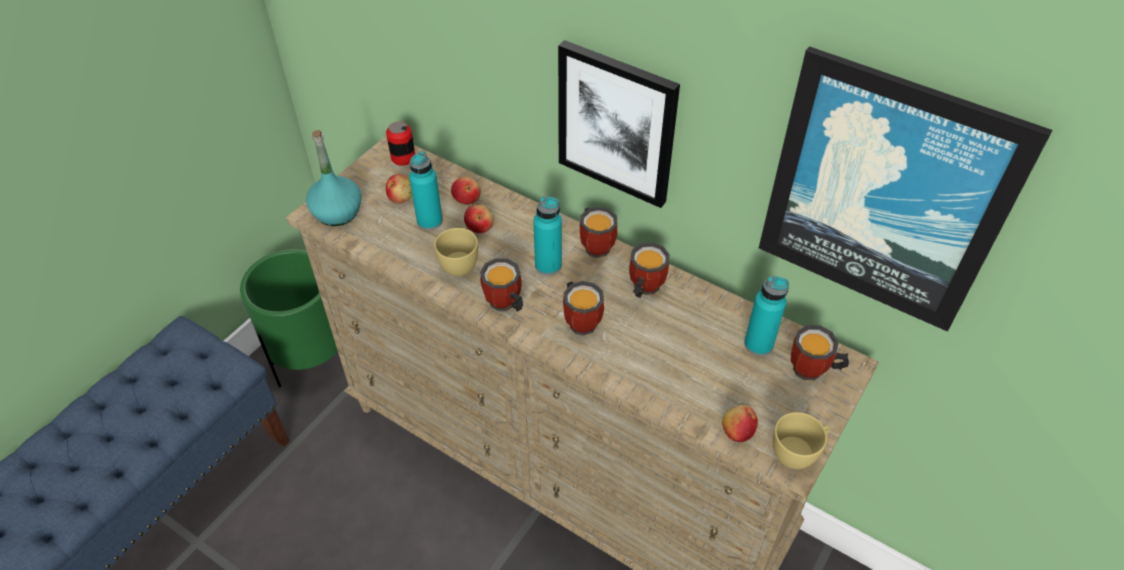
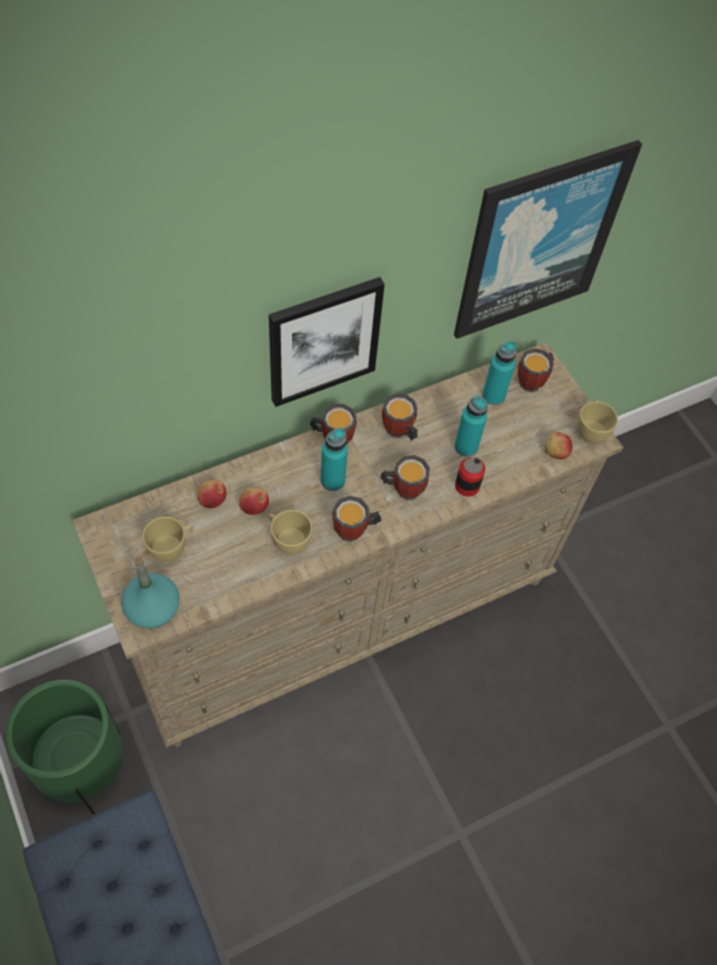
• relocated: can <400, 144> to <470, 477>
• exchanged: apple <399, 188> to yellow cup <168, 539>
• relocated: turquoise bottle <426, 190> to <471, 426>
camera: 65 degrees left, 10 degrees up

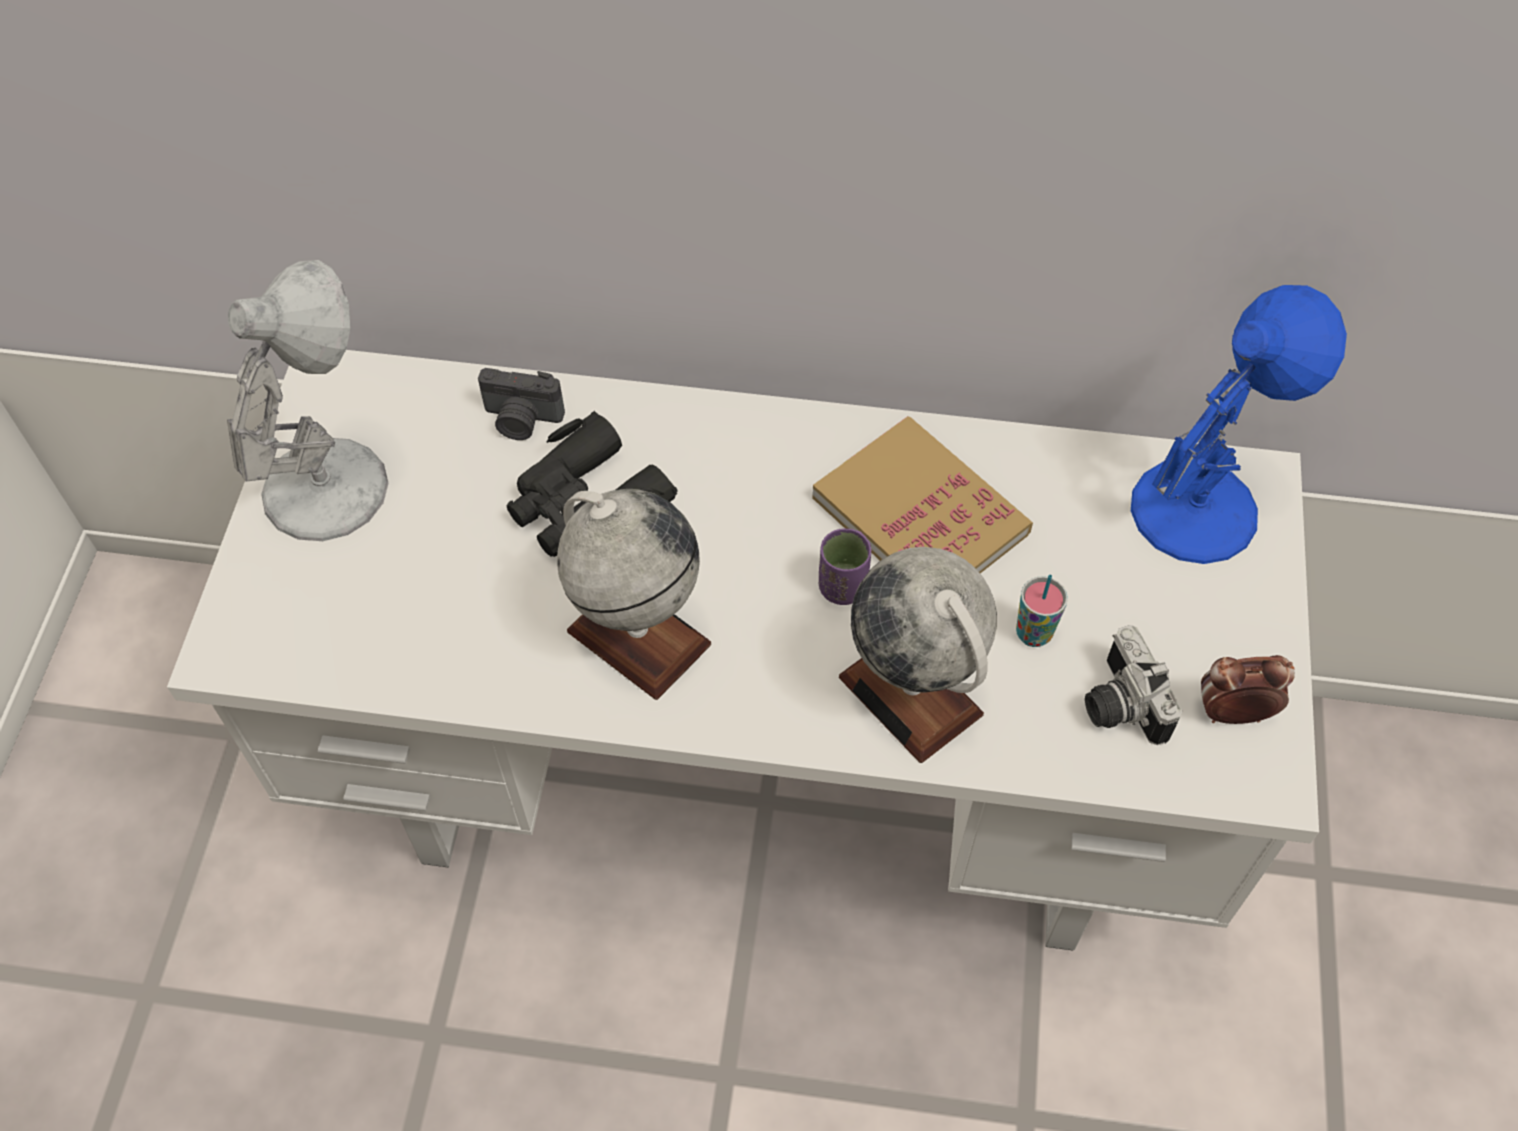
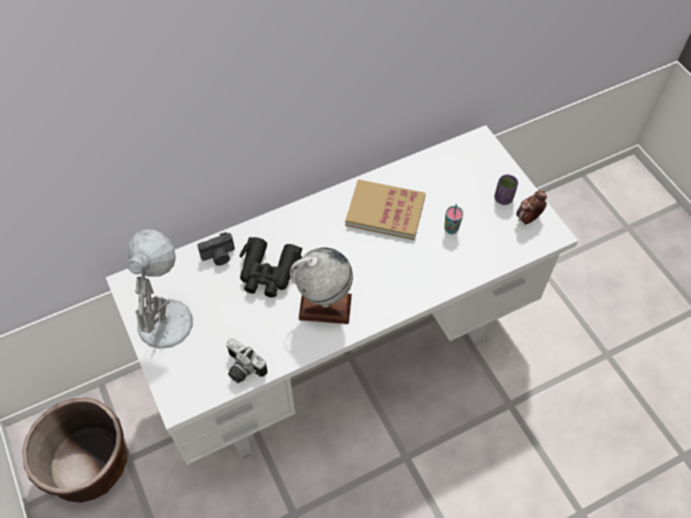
• relocated: purple cup <845, 566> to <506, 189>
• missing: globe <918, 655>
• relocated: photo camera <1133, 685> to <246, 360>
• missing: blue table lamp <1239, 424>
• appeared: brown planter <74, 450>
camera: 35 degrees left, 0 degrees up

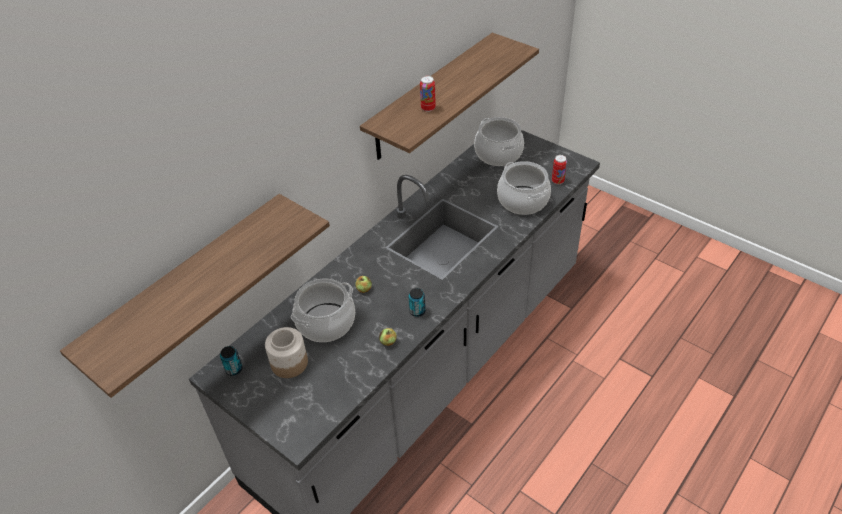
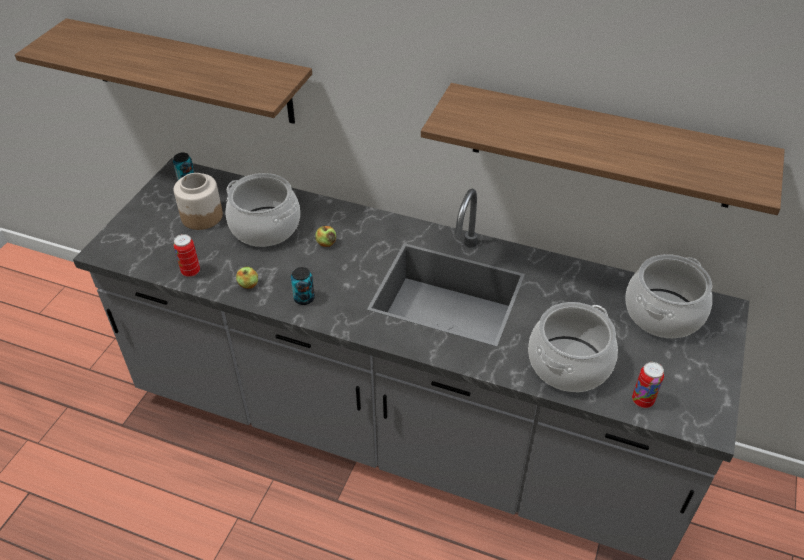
• relocated: can <428, 94> to <187, 255>
camera: 70 degrees right, 0 degrees up

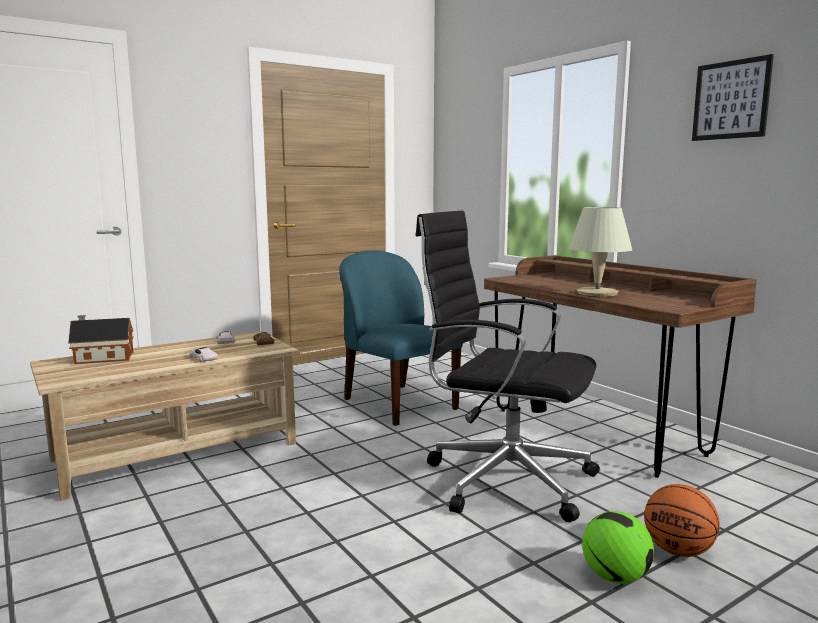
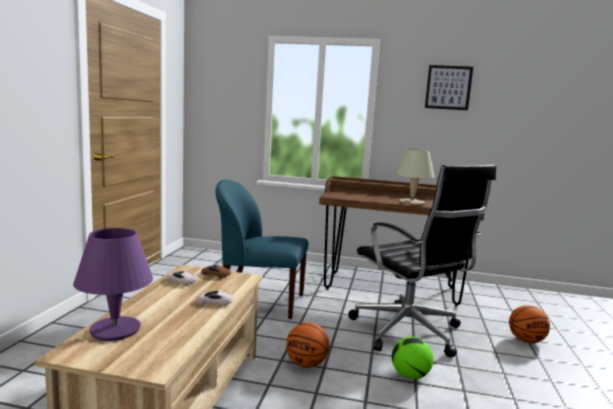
• exchanged: toy house <101, 339> to purple table lamp <113, 284>
• spun: black office chair <507, 366> = <422, 261> 105 degrees counterclockwise
• relocated: football <618, 547> to <412, 358>
• appeared: basketball <308, 345>
camera: 45 degrees left, 0 degrees up

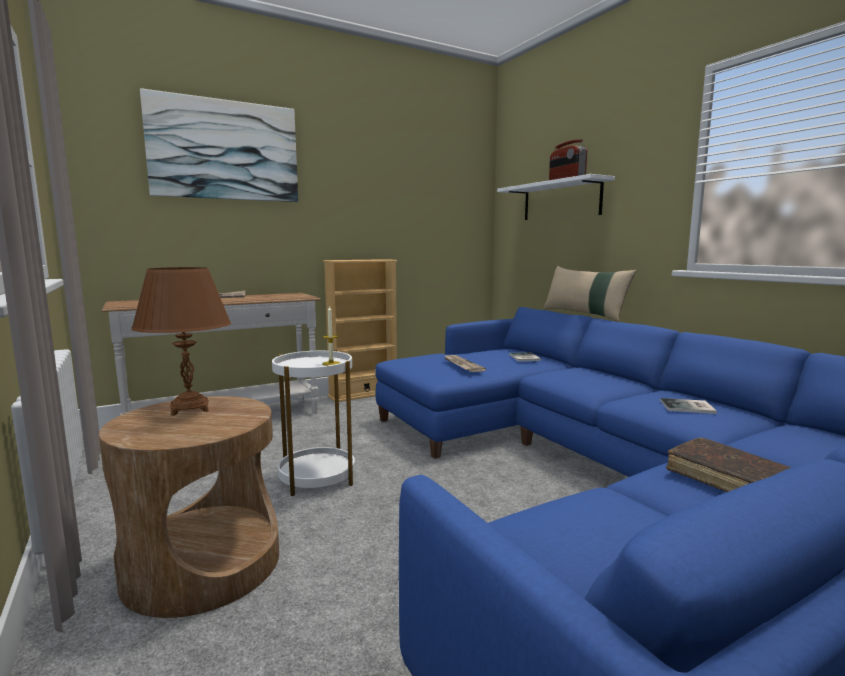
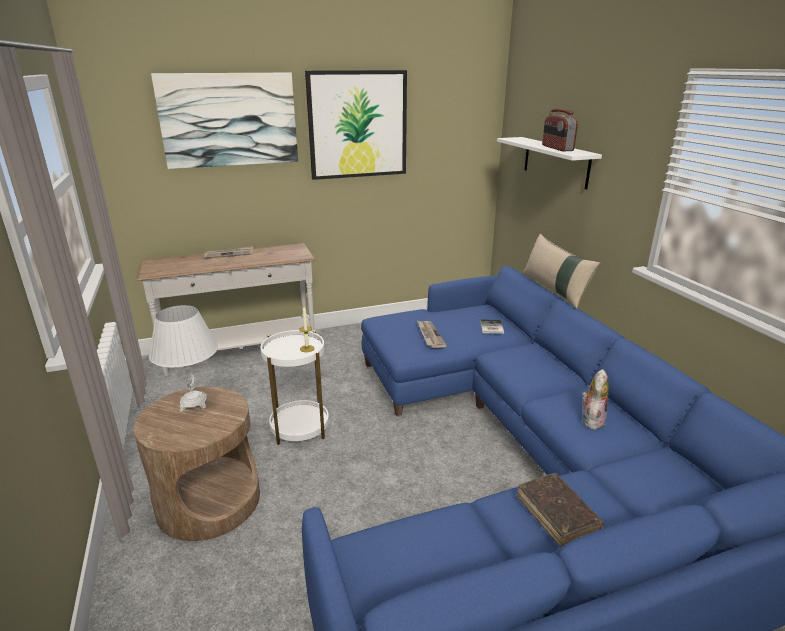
• colour: brown table lamp <181, 341> to white table lamp <183, 358>
• missing: beige bookcase <360, 330>
• exchanged: book <688, 406> to plush toy <595, 399>
• appeared: picture <356, 125>
camera: 10 degrees right, 15 degrees up

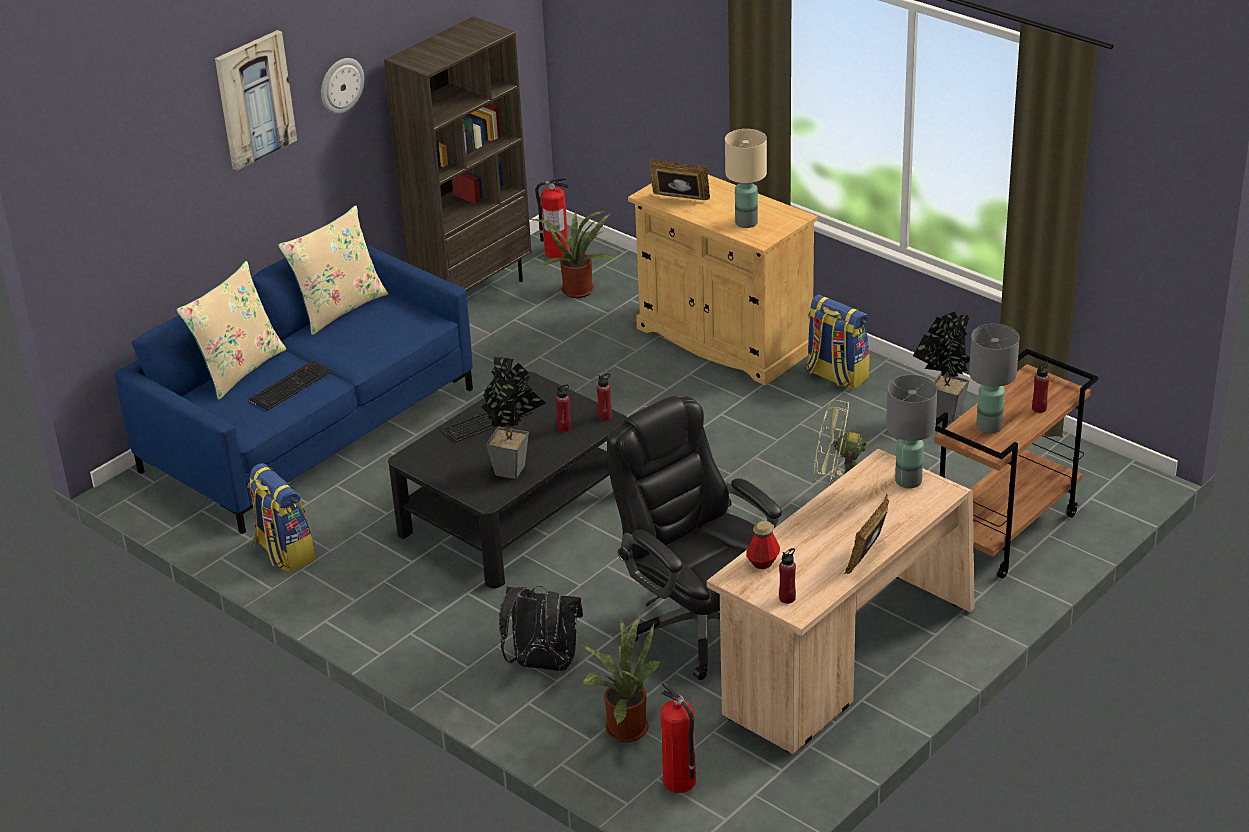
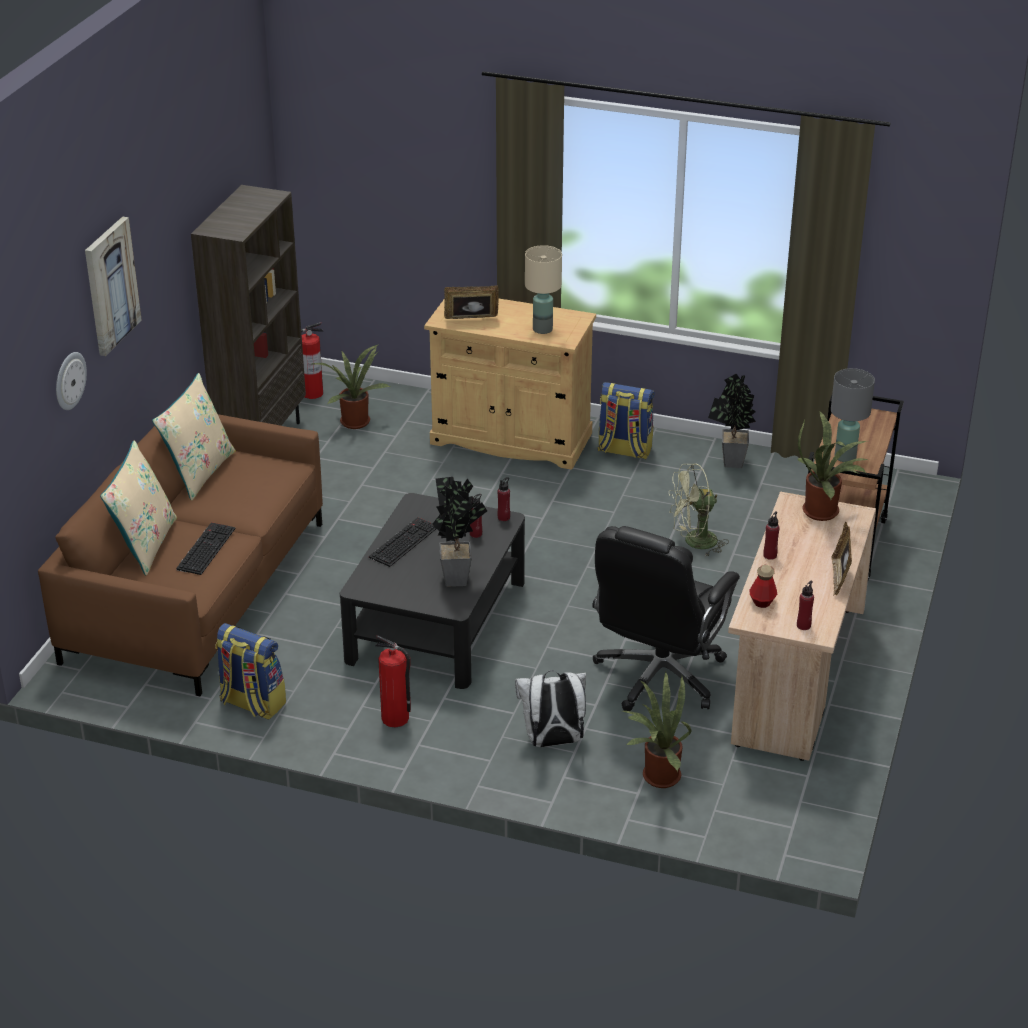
• colour: blue sofa <293, 385> to brown sofa <180, 555>
• relocated: wall clock <342, 86> to <71, 381>
• colour: black backpack <541, 628> to white backpack <550, 708>
• spun: black office chair <694, 538> = <666, 618> 90 degrees counterclockwise
• relocated: fire extinguisher <678, 737> to <393, 681>
• exchanged: grey table lamp <912, 431> to potted plant <832, 466>
• relocated: red bottle <1040, 387> to <771, 535>
camera: 25 degrees left, 0 degrees up

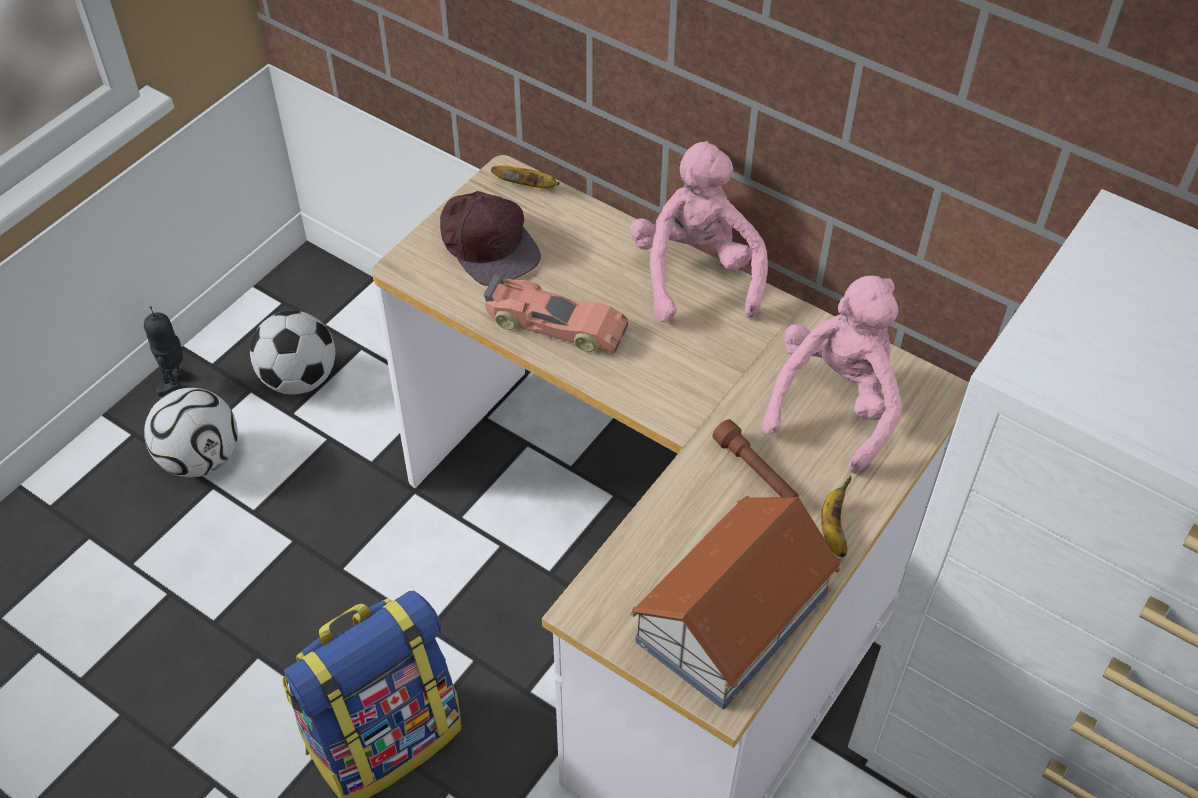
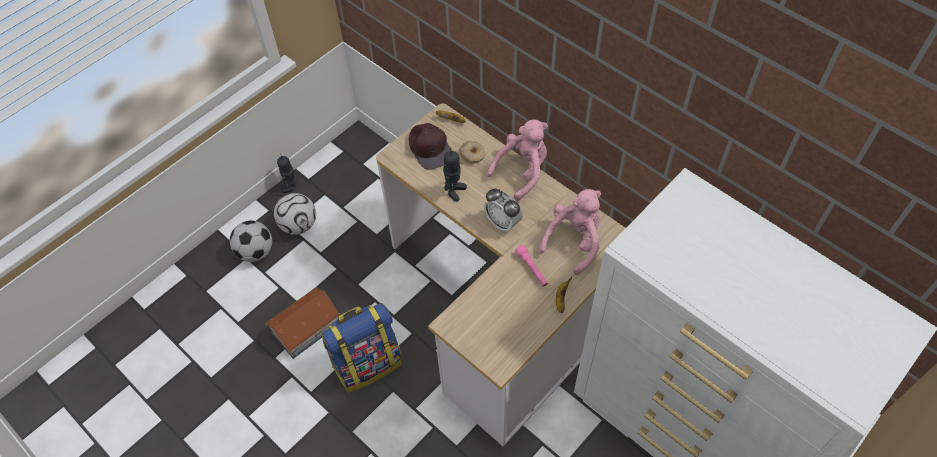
• relocated: football <292, 353> to <251, 241>
• exchanged: toy car <556, 314> to toy robot <455, 175>
• spun: pink plush toy <699, 231> = <517, 160> 45 degrees clockwise
• relocated: toy house <736, 602> to <302, 323>
• colour: brown flashlight <756, 458> to pink flashlight <531, 266>
• appeared: donut <472, 152>
• appeared: alarm clock <503, 211>
camera: 10 degrees right, 5 degrees up

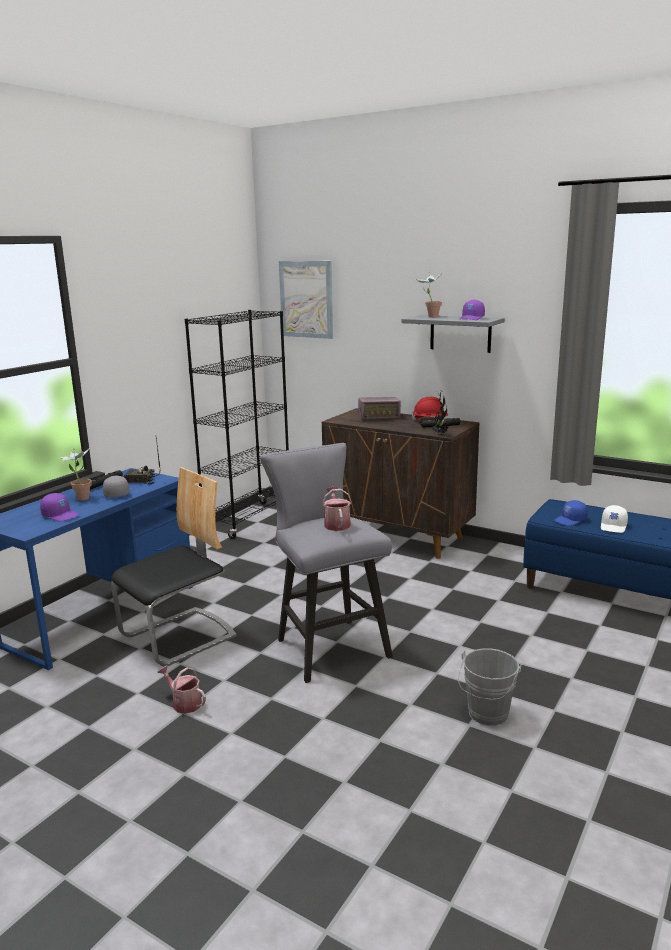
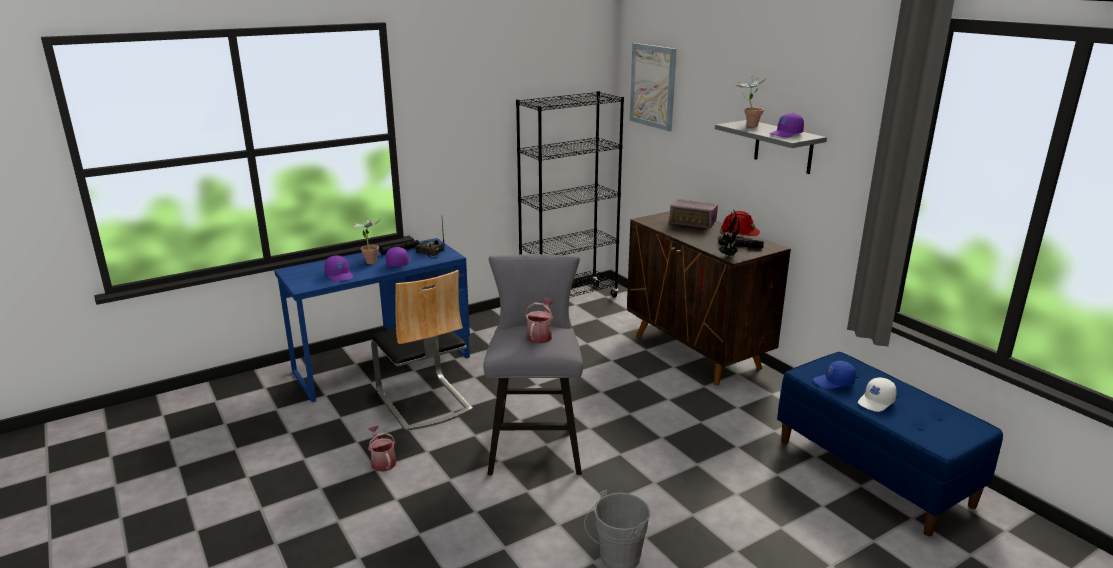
• colour: grey cap <116, 487> to purple cap <397, 257>
• spun: chair <174, 566> = <422, 350> 75 degrees clockwise
camera: 25 degrees right, 5 degrees up

